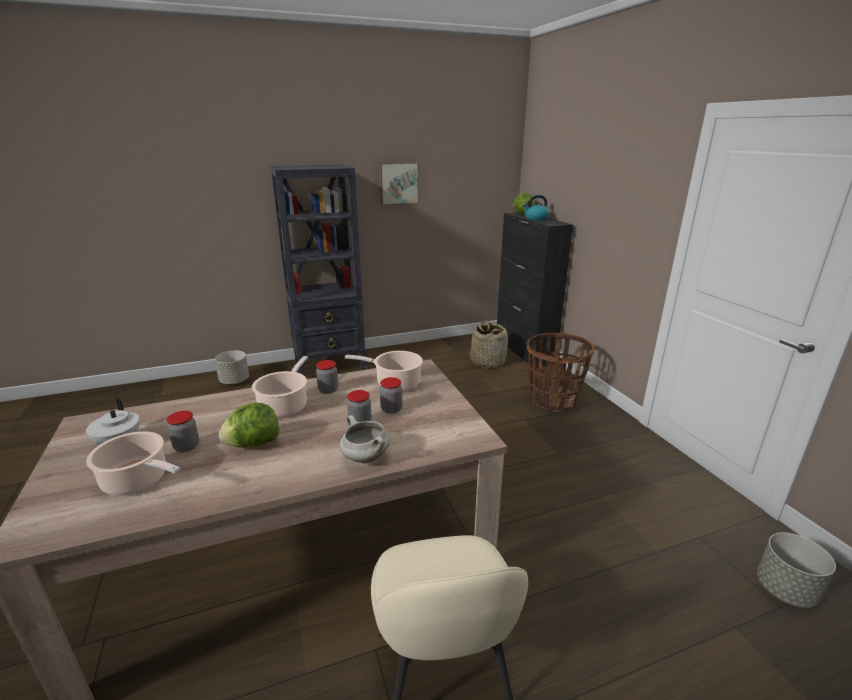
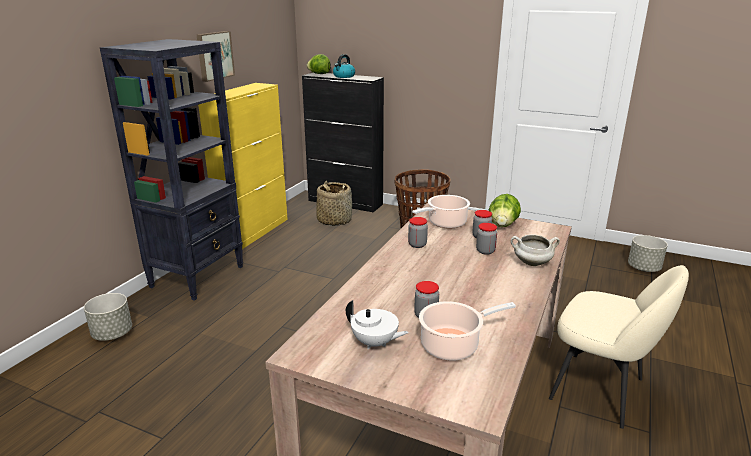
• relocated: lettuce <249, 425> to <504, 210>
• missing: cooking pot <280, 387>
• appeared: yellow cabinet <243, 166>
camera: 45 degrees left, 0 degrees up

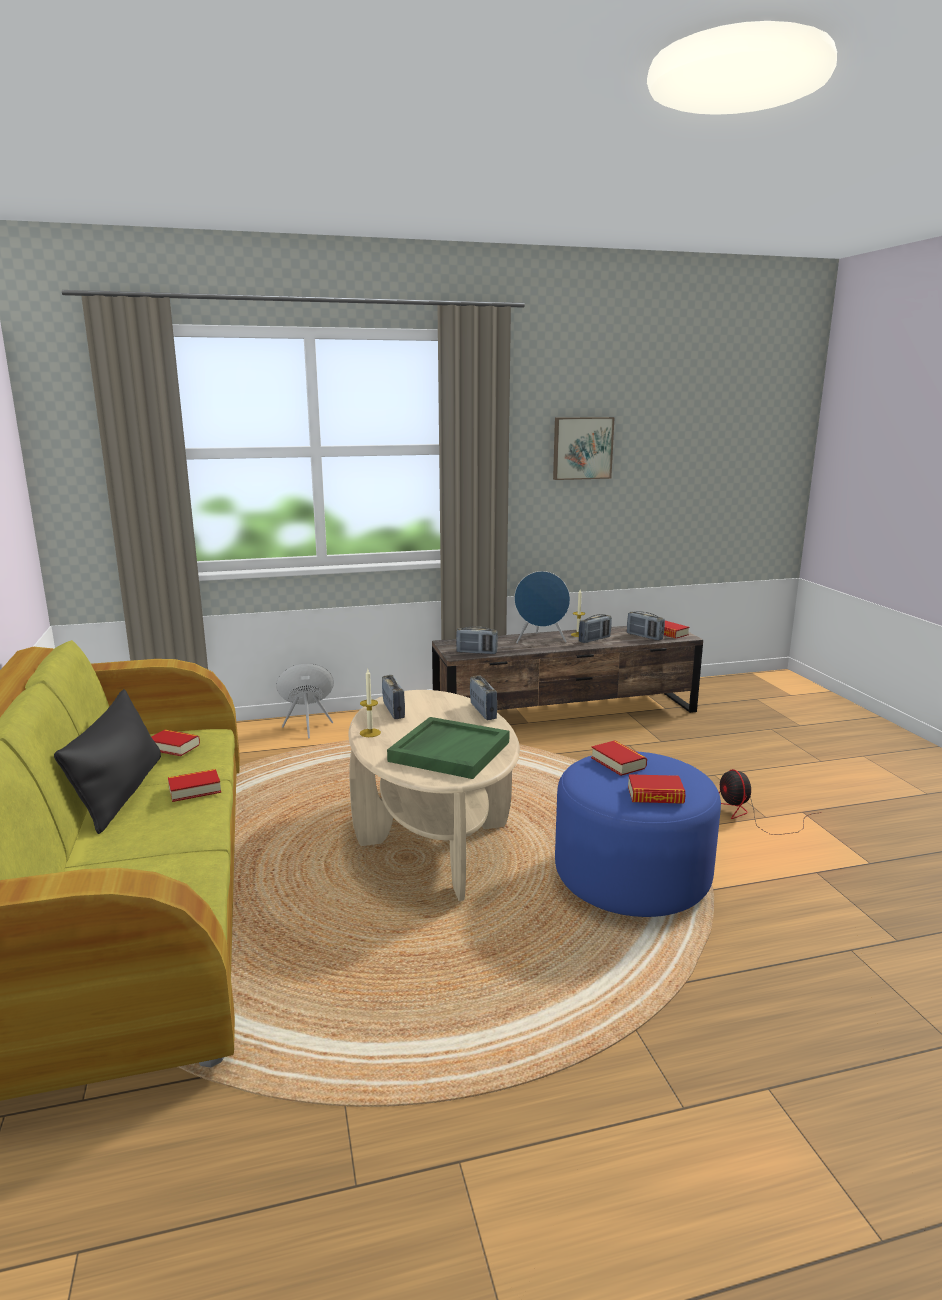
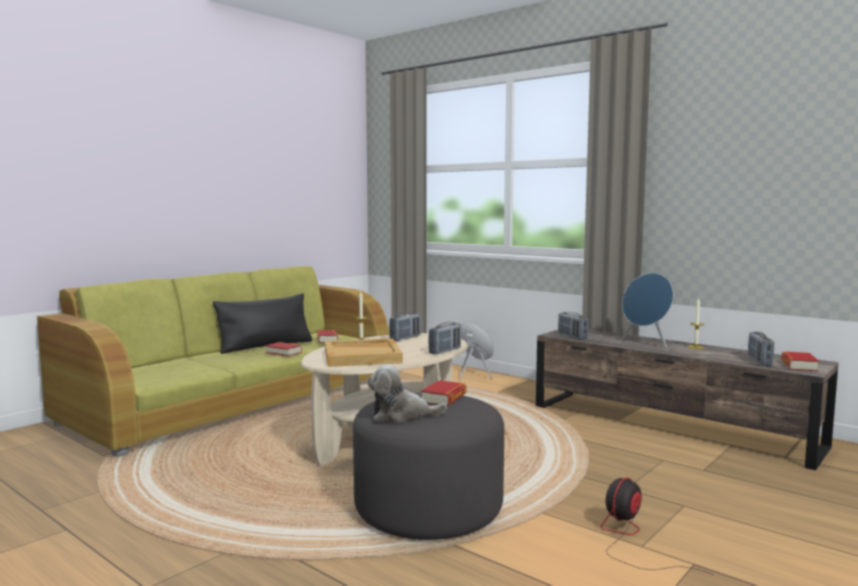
• colour: green tray <448, 748> to beige tray <364, 353>
• missing: picture <584, 448>
• colour: blue ottoman <638, 834> to grey ottoman <428, 466>
• missing: radio <595, 628>
• exchanged: book <657, 789> to plush toy <407, 394>
camera: 55 degrees right, 10 degrees down

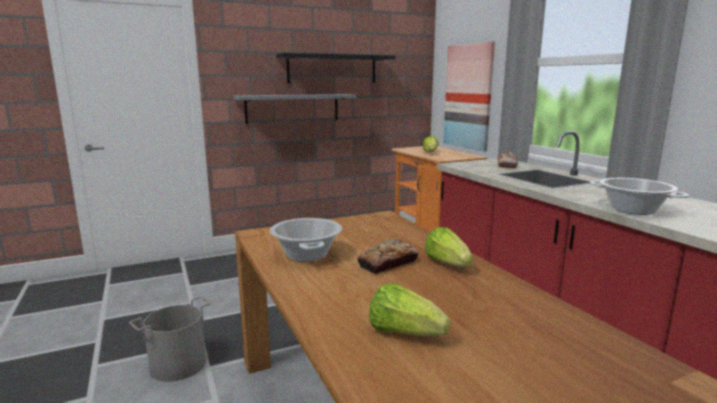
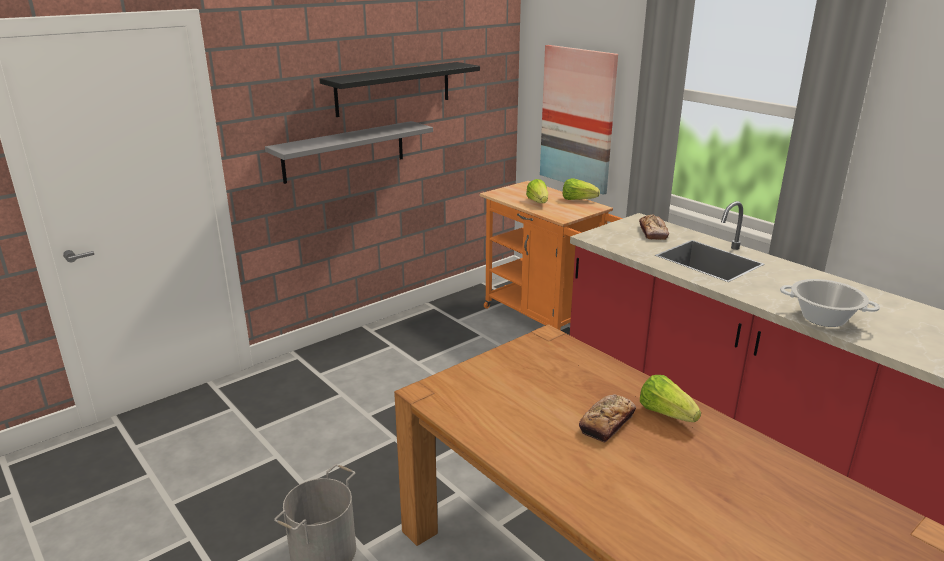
• missing: cooking pot <306, 240>
• relocated: lettuce <410, 310> to <581, 189>
camera: 15 degrees left, 10 degrees up

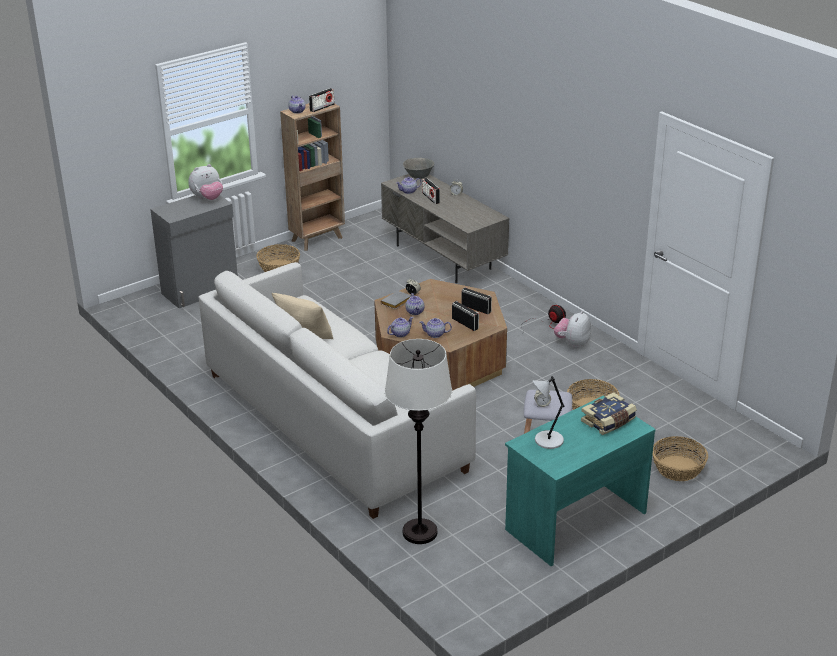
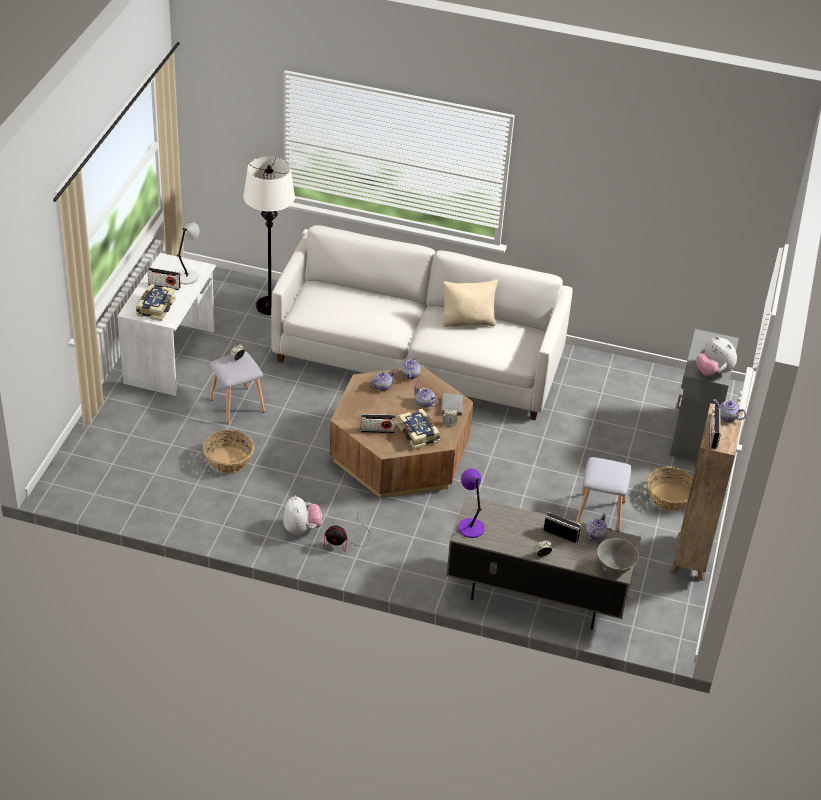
• spun: plush toy <205, 182> = <716, 356> 60 degrees counterclockwise
• relocated: radio <465, 316> to <164, 278>
• colour: turquoise desk <580, 481> to white desk <166, 324>
• missing: basket <680, 458>
• appeared: book <419, 429>
• appeared: purple table lamp <471, 503>
• appeared: grey stool <603, 494>
camera: 140 degrees right, 10 degrees up

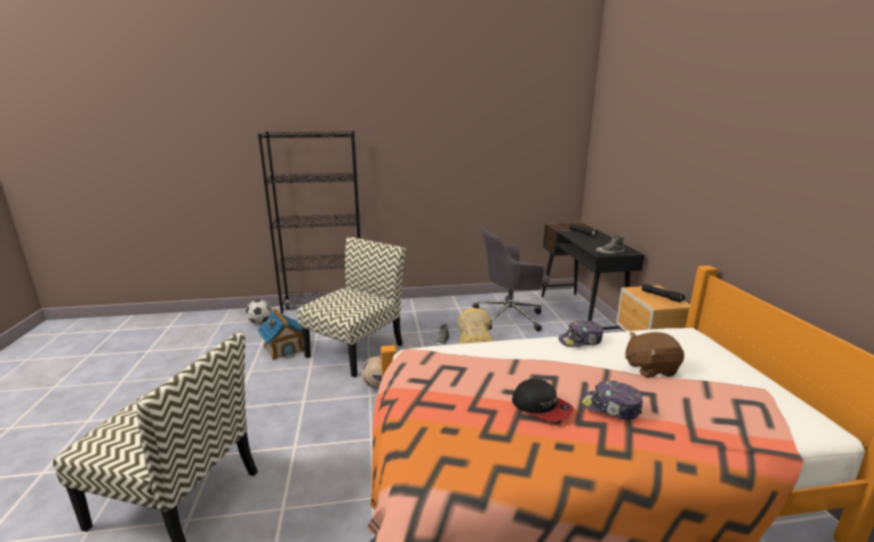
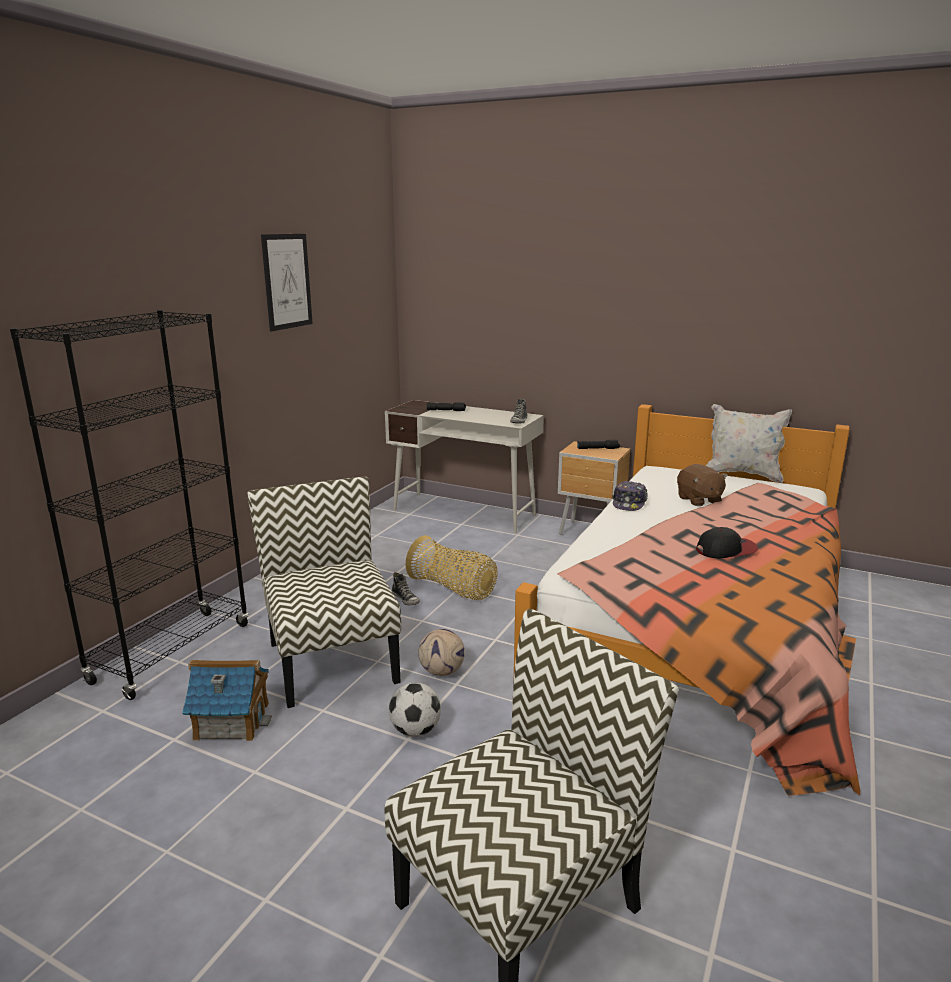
• relocated: football <259, 312> to <415, 709>
• missing: grey office chair <511, 279>
• colour: black desk <593, 276> to white desk <464, 466>
• missing: cap <611, 400>
• spun: brown plush toy <654, 355> = <702, 485> 45 degrees counterclockwise
• appeared: picture <287, 282>
• appeared: white pillow <749, 443>
camera: 55 degrees left, 0 degrees up

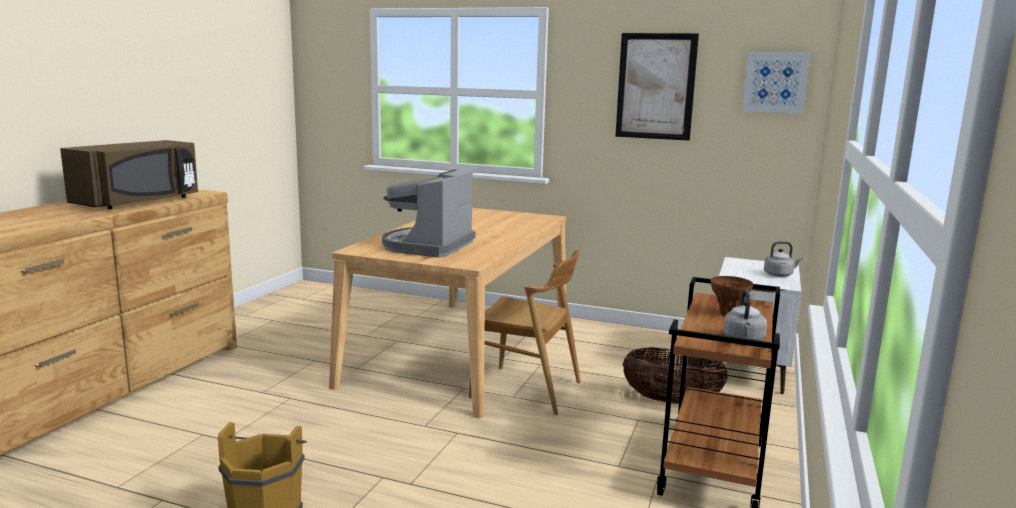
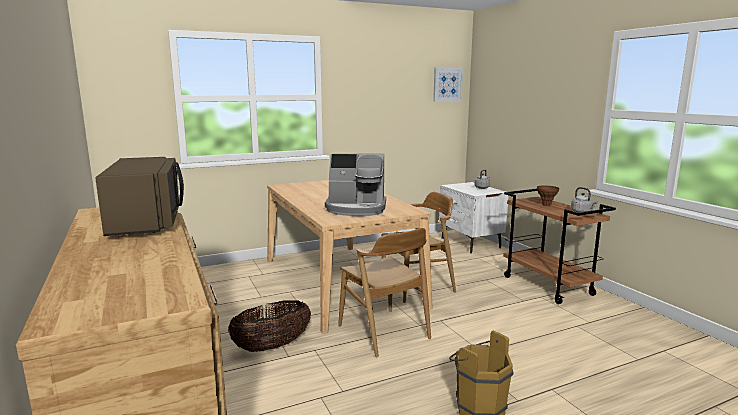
• spun: coffee machine <428, 213> = <355, 184> 60 degrees counterclockwise
• missing: picture <657, 87>
• relocated: basket <675, 375> to <269, 326>
• appeared: brown chair <384, 292>
camera: 45 degrees left, 0 degrees up

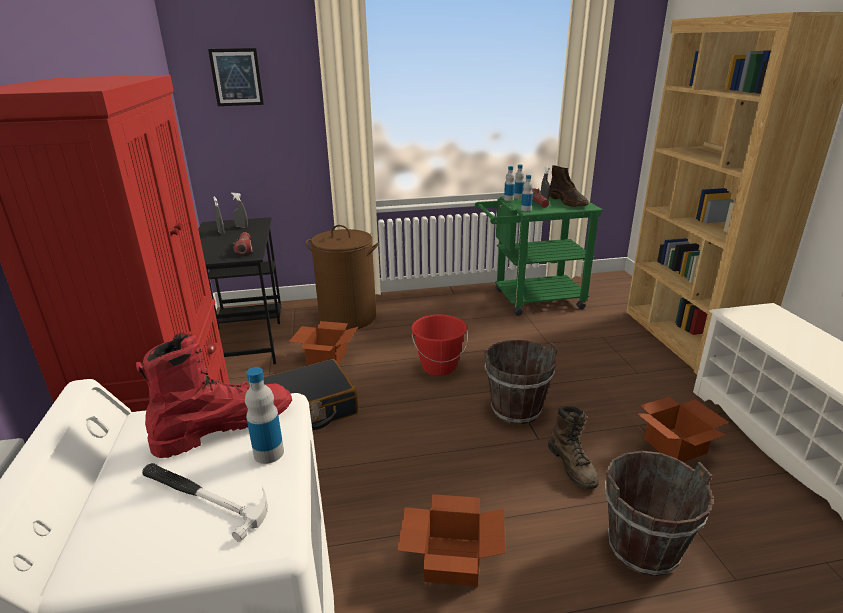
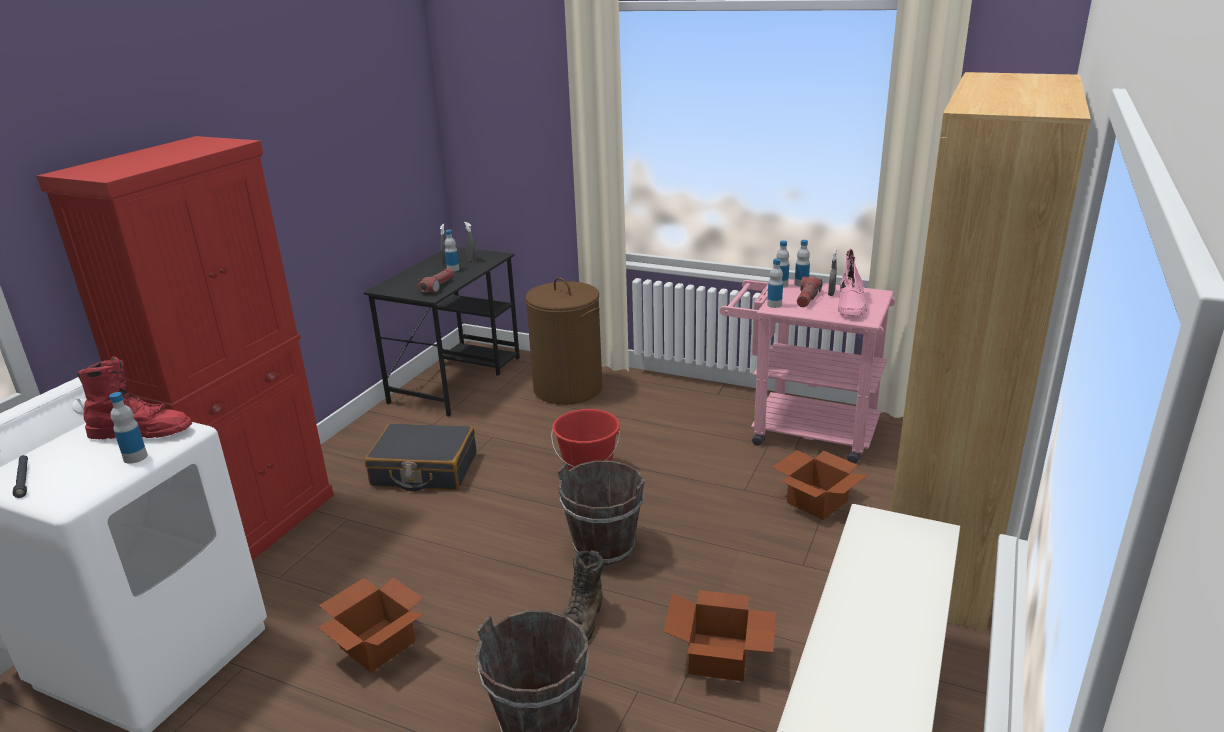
• missing: hammer <205, 502>
• missing: picture <236, 77>
• relocated: cardboard box <323, 343> to <820, 485>
• colour: green cart <539, 255> to pink cart <807, 371>
• colour: brown boot <569, 186> to pink boot <852, 283>
• appeared: black flashlight <20, 476>
• appeared: bottle <452, 251>
camera: 35 degrees right, 0 degrees up

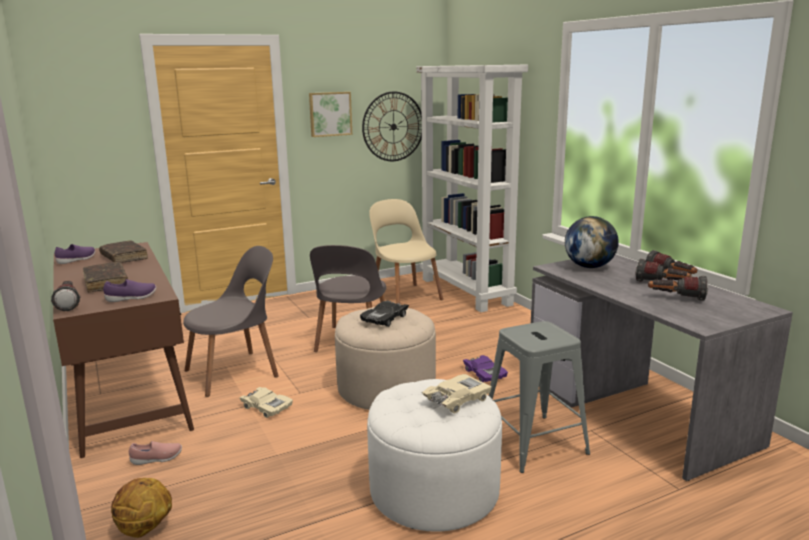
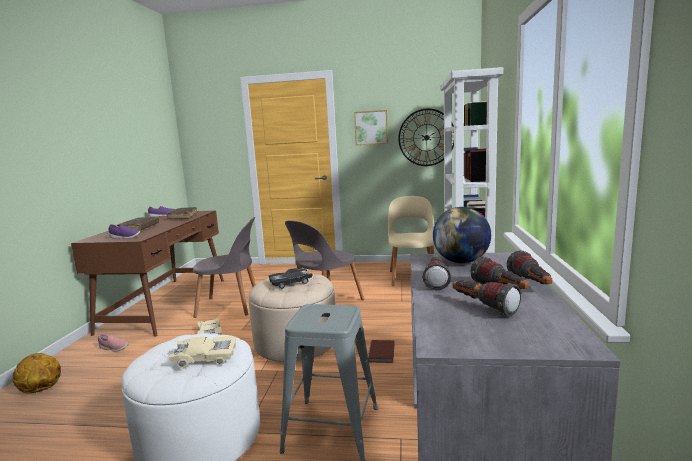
• relocated: flashlight <65, 296> to <437, 273>
• exchanged: purple toy car <485, 368> to brown book <381, 351>
camera: 35 degrees right, 5 degrees down

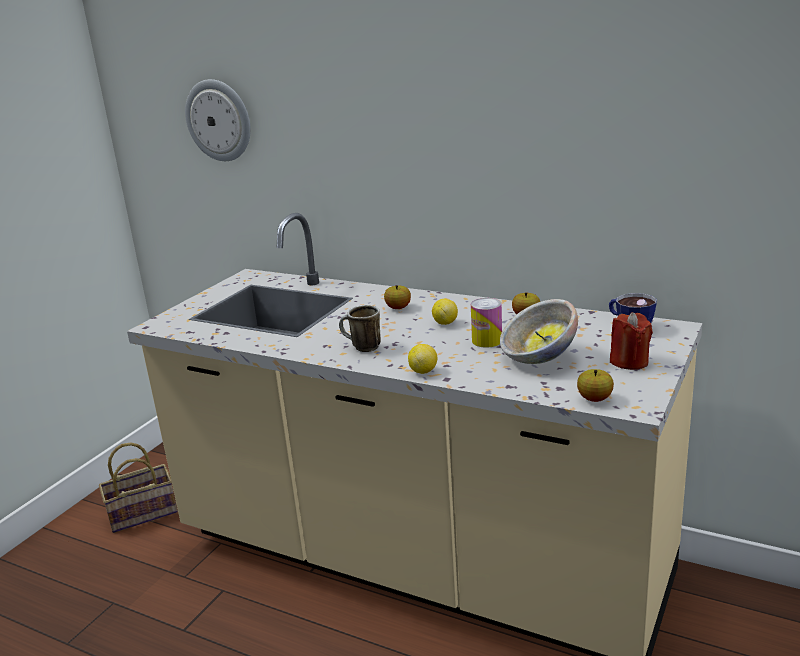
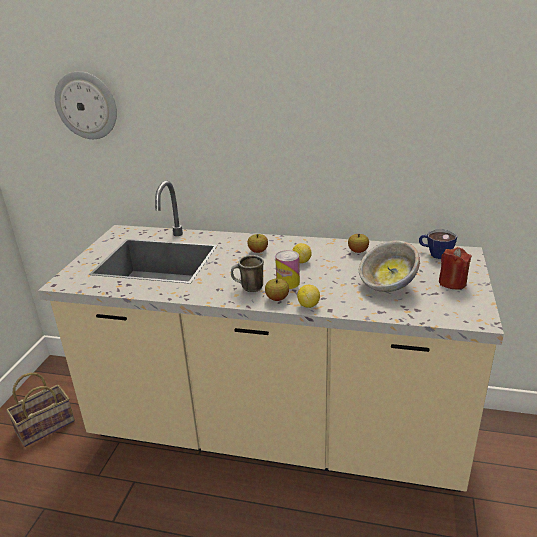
• relocated: can <486, 322> to <287, 269>
• relocated: apple <595, 385> to <277, 289>
camera: 15 degrees left, 5 degrees up

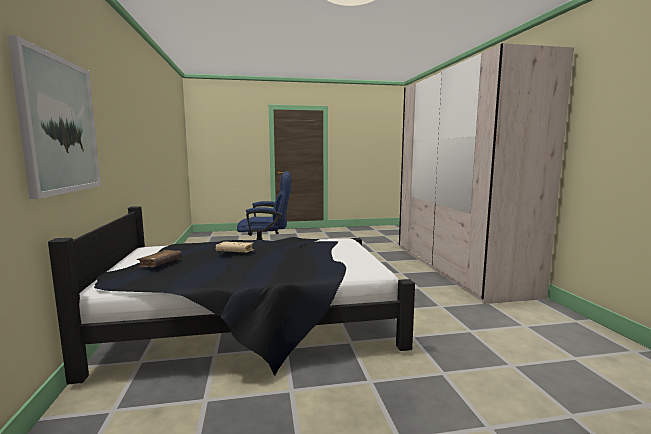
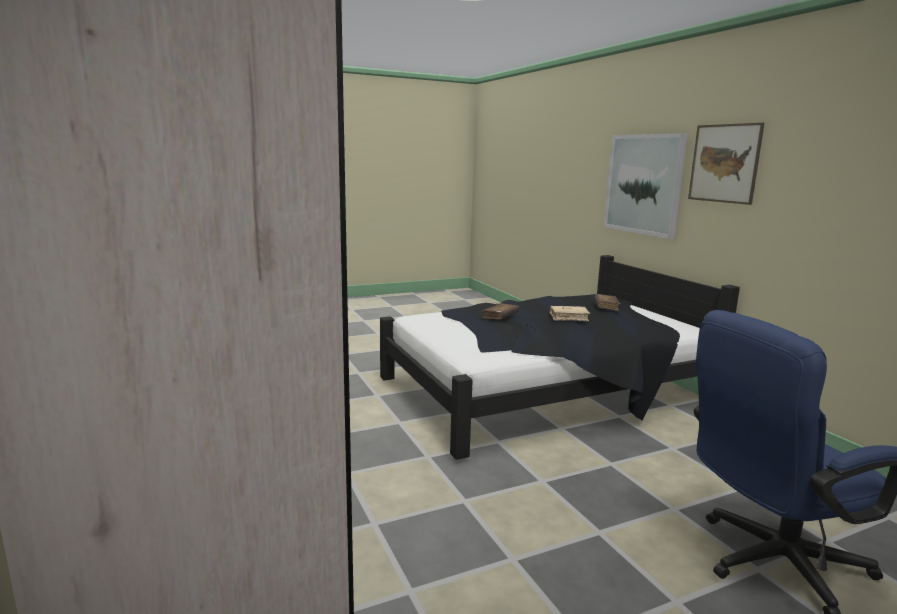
• appeared: brown book <500, 311>
• appeared: picture <726, 164>
camera: 165 degrees right, 5 degrees up

